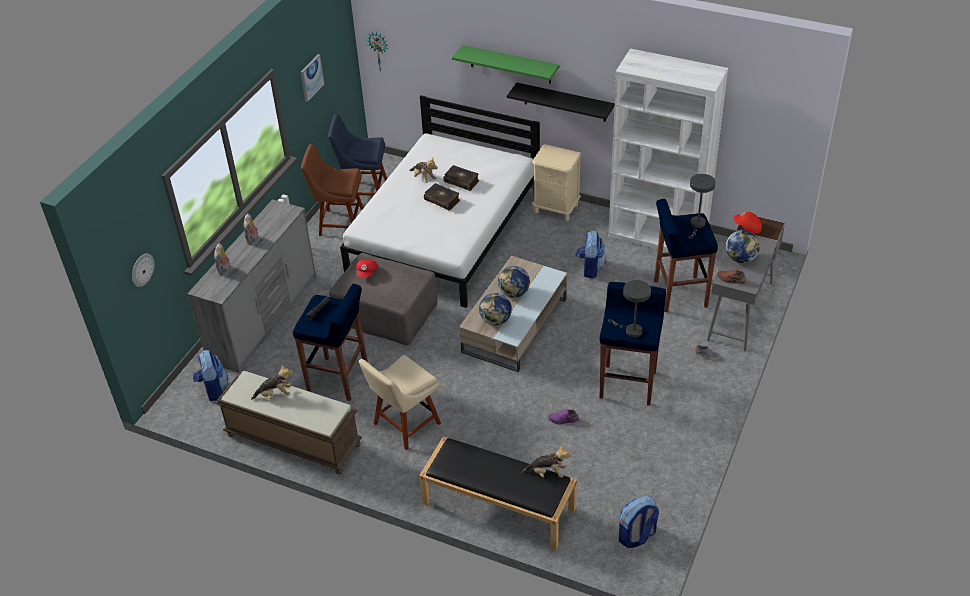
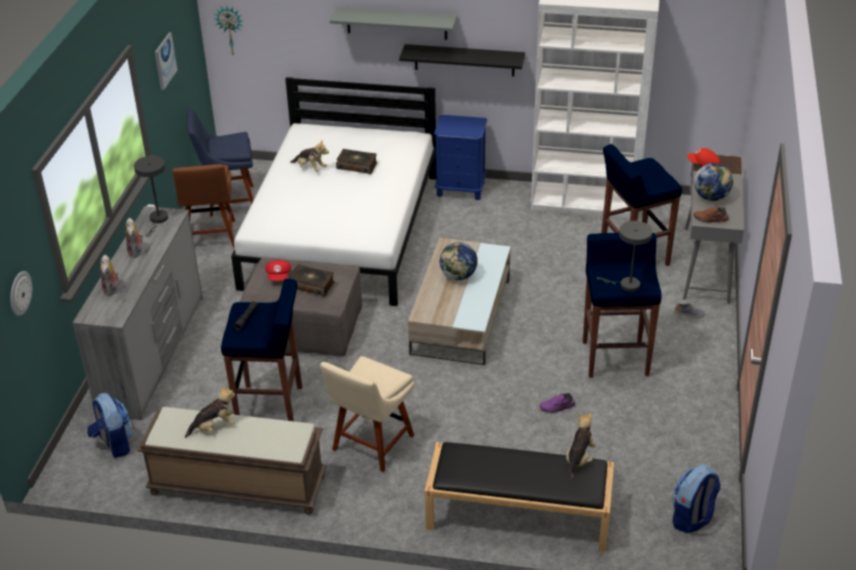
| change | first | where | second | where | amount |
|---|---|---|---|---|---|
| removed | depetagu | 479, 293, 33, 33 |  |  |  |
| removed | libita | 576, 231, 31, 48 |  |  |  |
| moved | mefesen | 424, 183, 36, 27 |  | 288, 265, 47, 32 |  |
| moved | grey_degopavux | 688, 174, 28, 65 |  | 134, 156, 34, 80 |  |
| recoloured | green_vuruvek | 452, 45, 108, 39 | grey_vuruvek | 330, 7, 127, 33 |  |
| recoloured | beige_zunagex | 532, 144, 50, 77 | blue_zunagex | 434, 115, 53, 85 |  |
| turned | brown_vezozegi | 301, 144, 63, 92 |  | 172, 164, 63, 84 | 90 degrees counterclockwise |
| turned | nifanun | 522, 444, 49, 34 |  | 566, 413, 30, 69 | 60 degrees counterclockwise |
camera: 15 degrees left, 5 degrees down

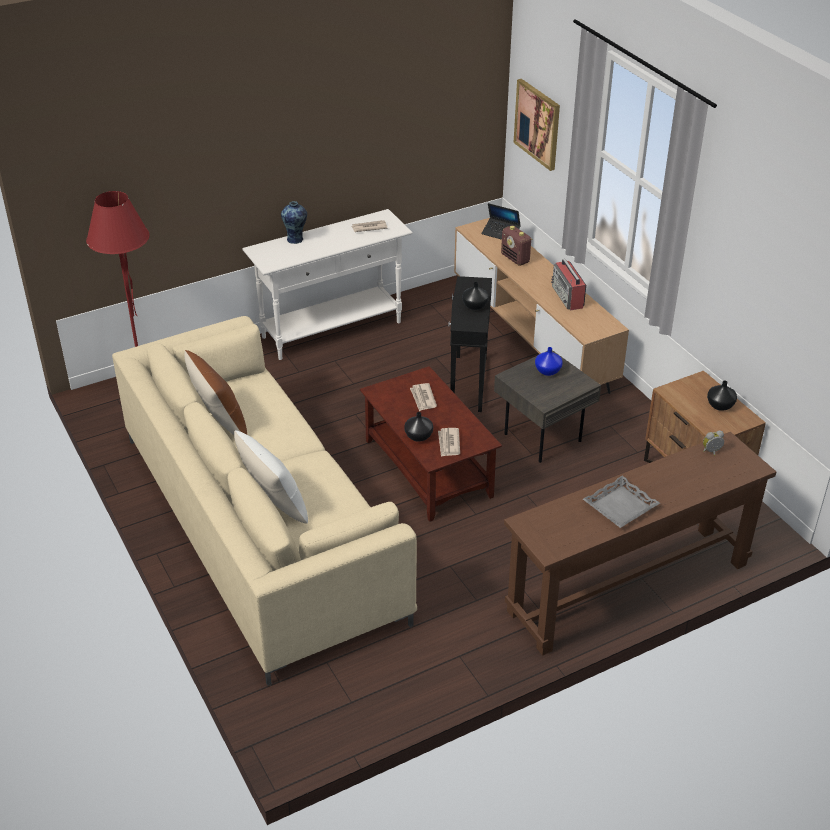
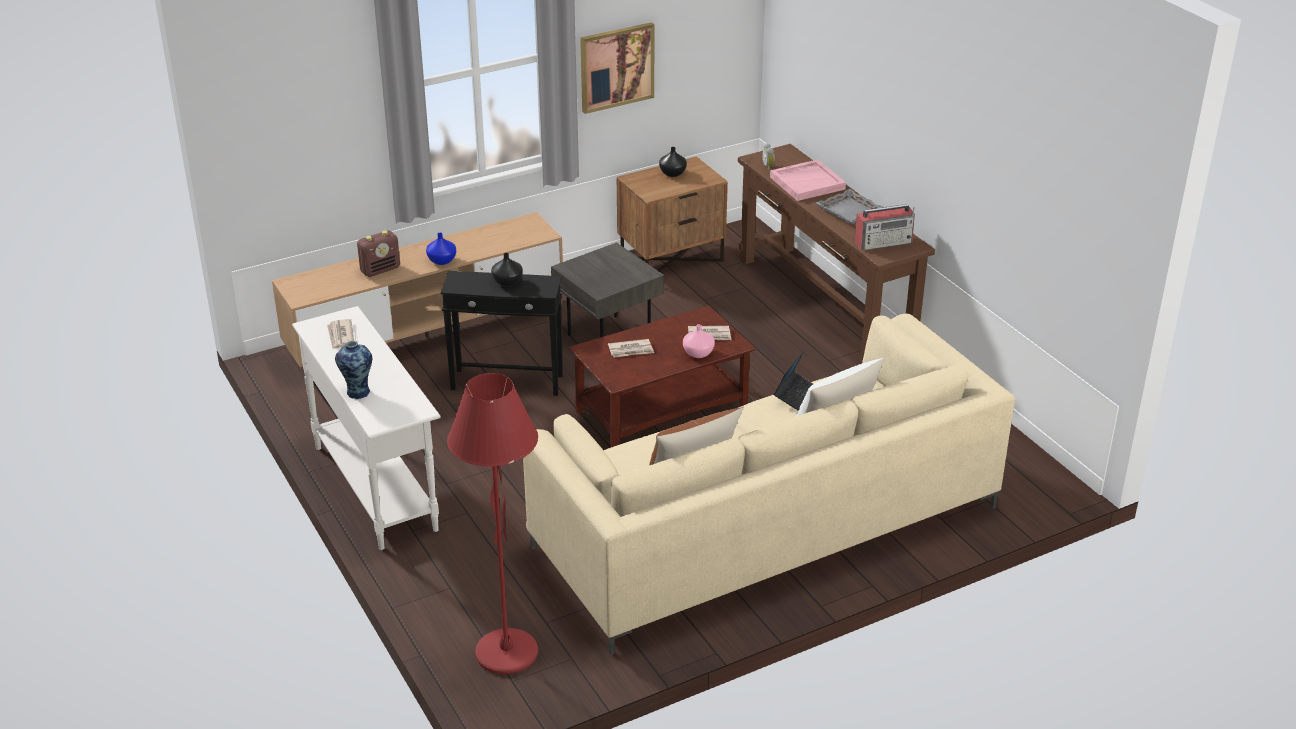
| change | first | where | second | where | amount |
|---|---|---|---|---|---|
| added |  |  | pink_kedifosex | 770, 160, 76, 41 |  |
| moved | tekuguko | 481, 203, 40, 37 |  | 774, 350, 39, 61 |  |
| moved | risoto | 514, 79, 46, 92 |  | 580, 22, 74, 92 |  |
| moved | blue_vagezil | 535, 347, 28, 29 |  | 426, 233, 30, 32 |  |
| moved | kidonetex | 551, 259, 35, 51 |  | 855, 204, 60, 46 |  |
| recoloured | black_vagezil | 404, 412, 29, 30 | pink_vagezil | 683, 324, 32, 34 |  |
camera: 90 degrees left, 5 degrees down

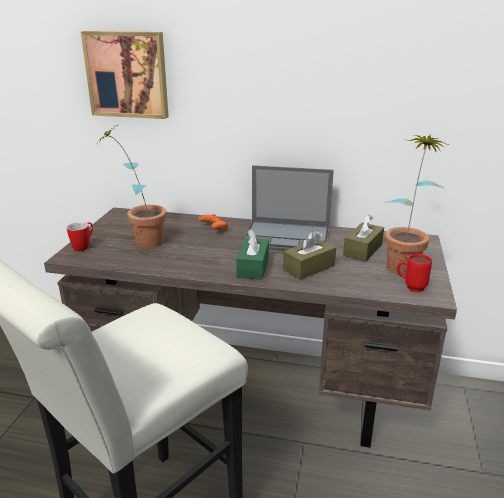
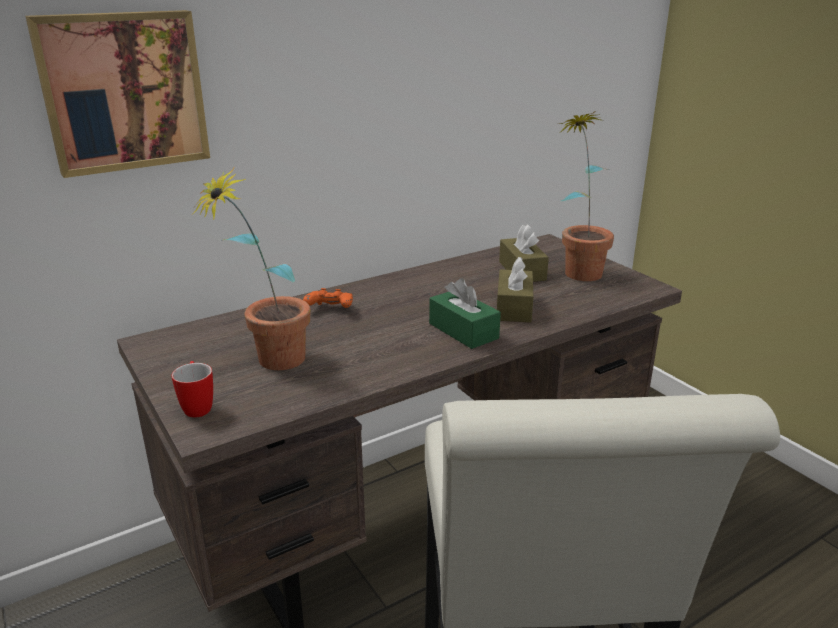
| change | first | where | second | where | amount |
|---|---|---|---|---|---|
| removed | tekuguko | 241, 165, 93, 86 |  |  |  |
| removed | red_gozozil | 397, 254, 35, 38 |  |  |  |
camera: 45 degrees left, 0 degrees up

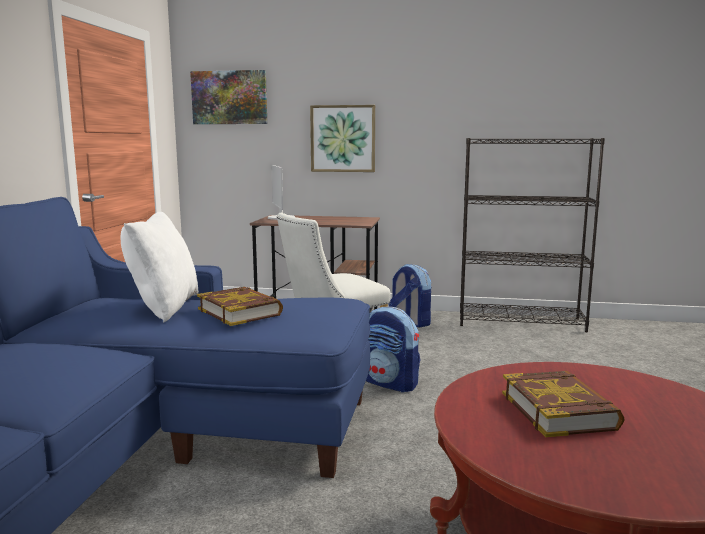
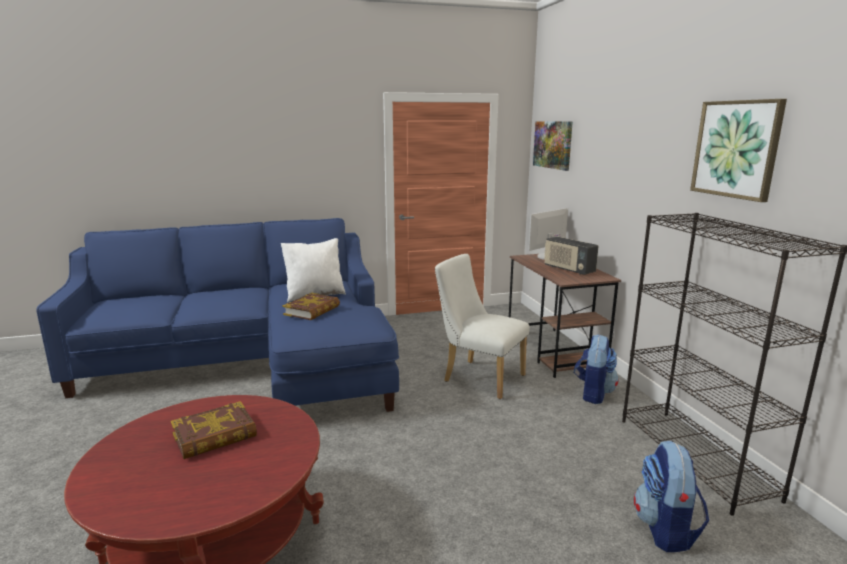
| change | first | where | second | where | amount |
|---|---|---|---|---|---|
| added |  |  | kidonetex | 544, 237, 55, 38 |  |
| moved | risoto | 310, 105, 65, 67 |  | 690, 99, 97, 103 |  |
| moved | libita | 366, 307, 54, 85 |  | 634, 441, 75, 111 |  |
camera: 65 degrees right, 5 degrees up

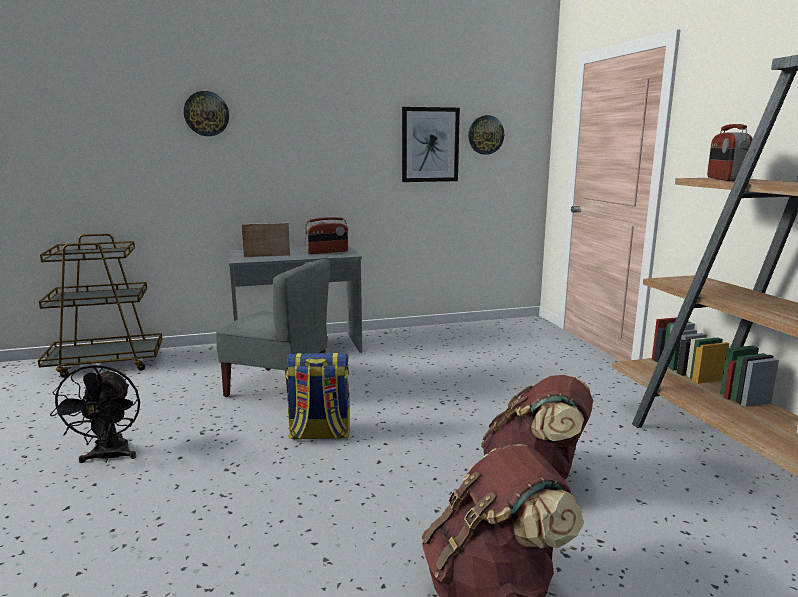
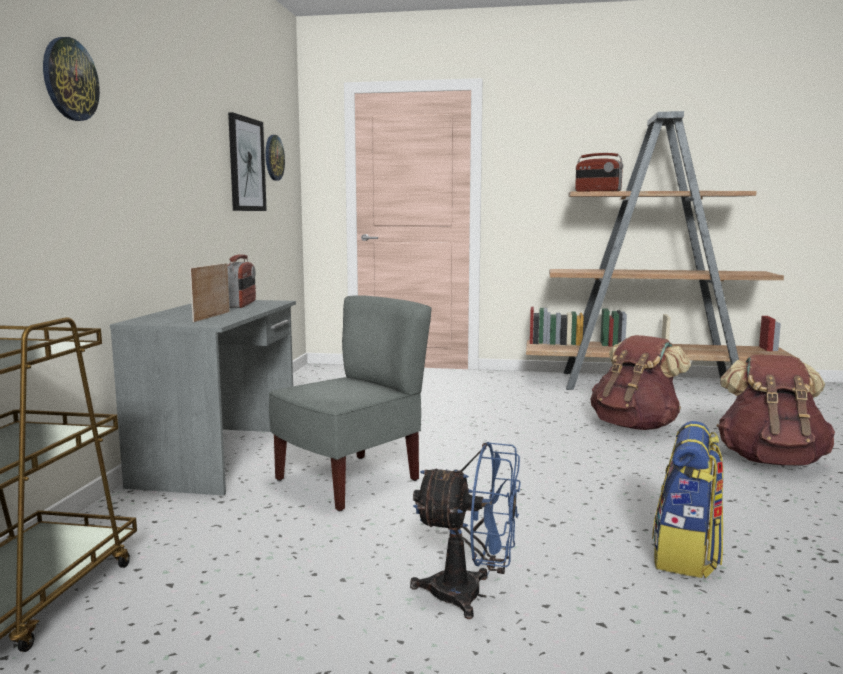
| change | first | where | second | where | amount |
|---|---|---|---|---|---|
| moved | libita | 286, 353, 64, 86 |  | 652, 421, 72, 157 |  |
| recoloured | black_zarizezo | 50, 365, 90, 98 | blue_zarizezo | 410, 442, 111, 177 |  |
camera: 65 degrees left, 5 degrees down

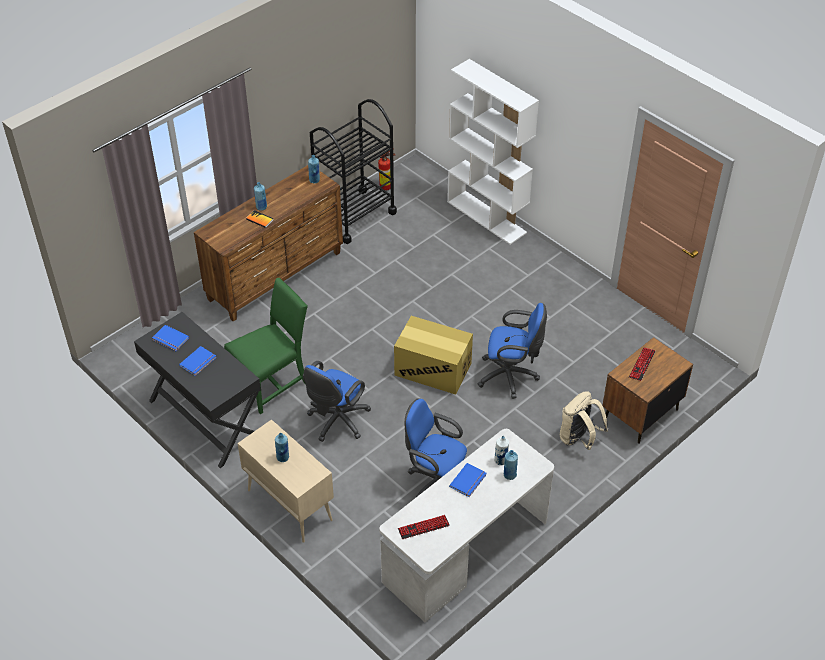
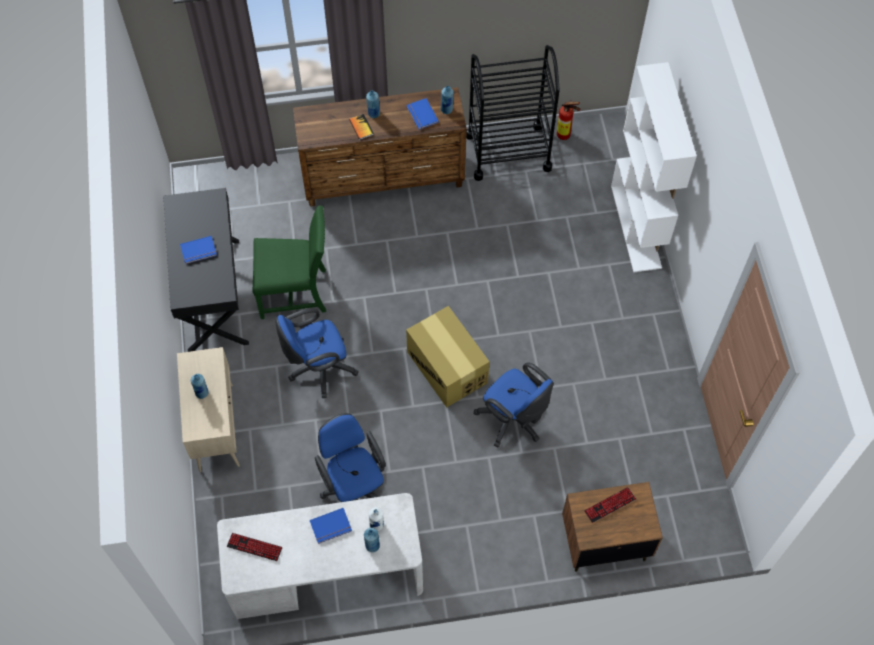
| change | first | where | second | where | amount |
|---|---|---|---|---|---|
| removed | beige_libita | 560, 391, 48, 59 |  |  |  |
| moved | blue_mefesen | 152, 325, 37, 26 |  | 407, 98, 32, 32 |  |
camera: 35 degrees right, 15 degrees up

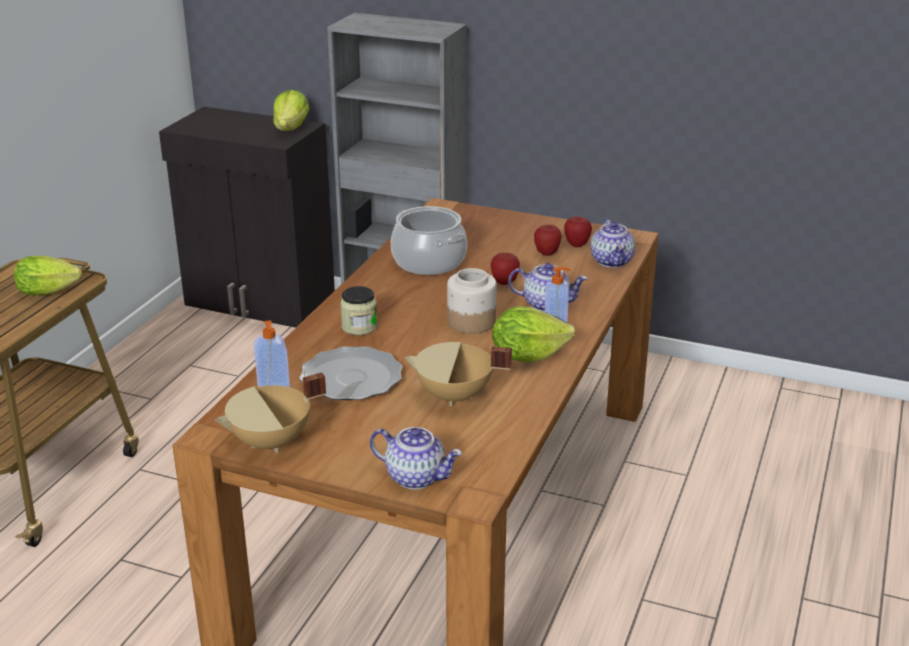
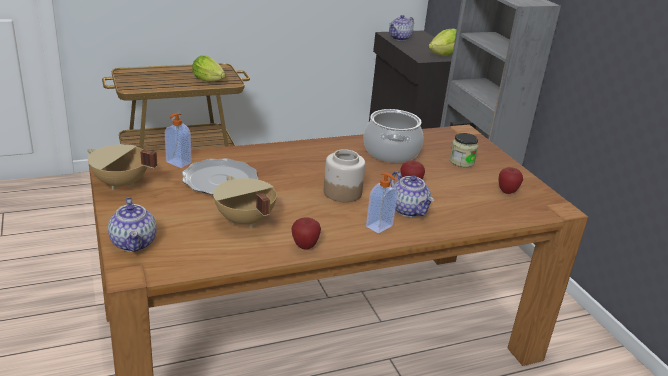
| change | first | where | second | where | amount |
|---|---|---|---|---|---|
| removed | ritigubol | 492, 306, 83, 56 |  |  |  |
| moved | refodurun | 340, 286, 37, 49 |  | 450, 133, 28, 34 |  |
| moved | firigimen | 534, 225, 27, 31 |  | 292, 217, 29, 33 |  |
| moved | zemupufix | 591, 218, 44, 50 |  | 389, 15, 25, 26 |  |
camera: 45 degrees right, 0 degrees up

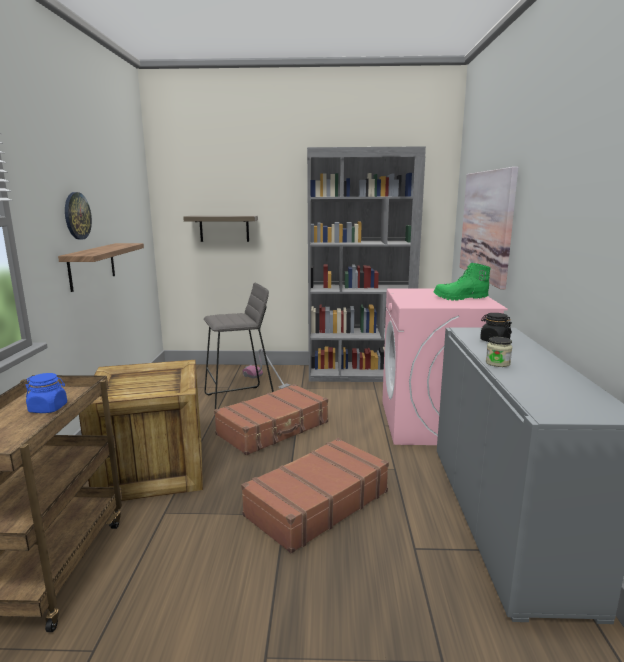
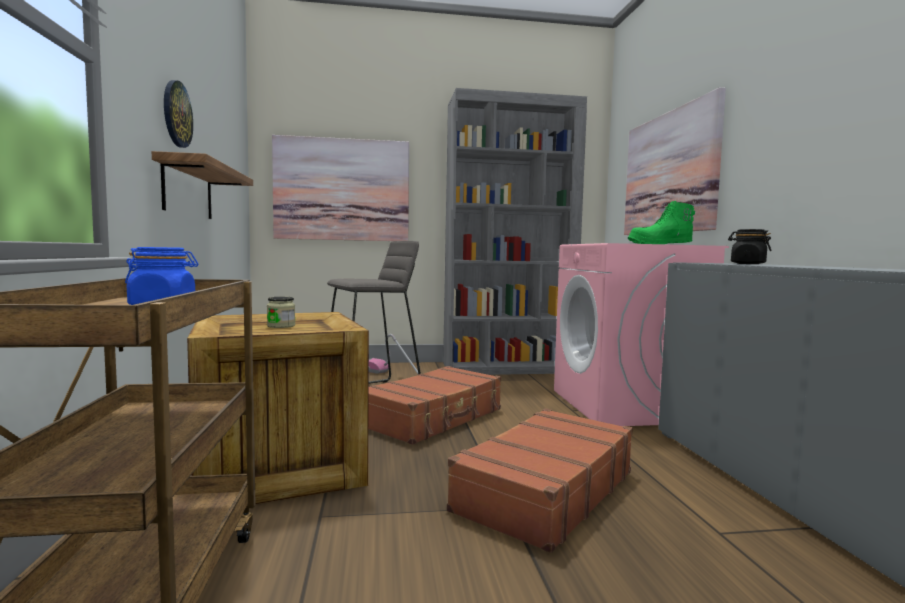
| change | first | where | second | where | amount |
|---|---|---|---|---|---|
| moved | refodurun | 486, 337, 27, 30 |  | 267, 297, 28, 31 |  |
| replaced | vuruvek | 183, 215, 75, 27 | risoto | 272, 135, 137, 106 |  |
camera: 10 degrees left, 10 degrees down

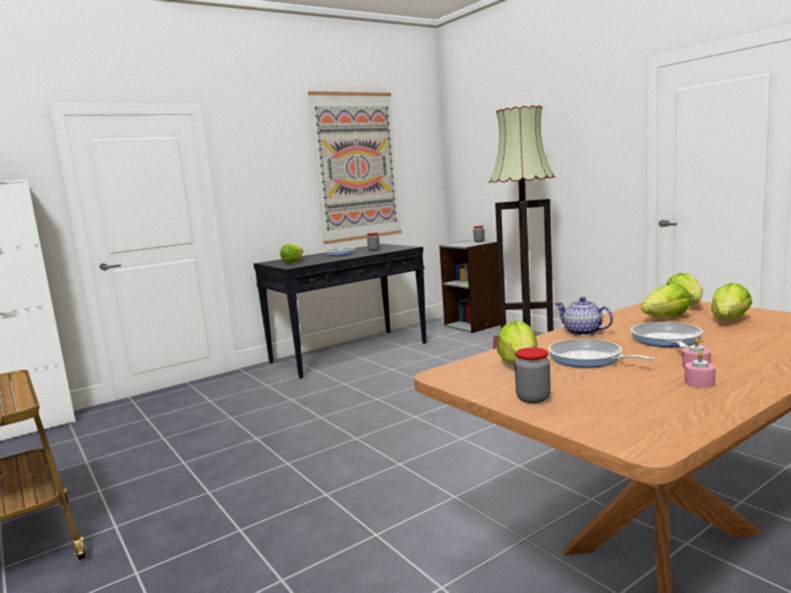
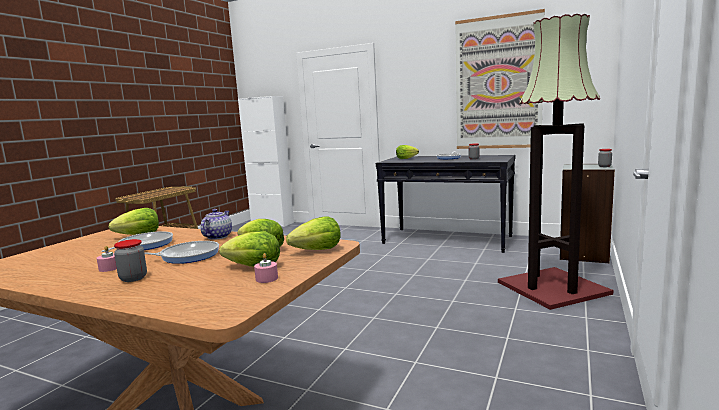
| change | first | where | second | where | amount |
|---|---|---|---|---|---|
| moved | refodurun | 515, 347, 36, 56 |  | 114, 239, 33, 43 |  |
| moved | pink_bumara | 685, 352, 31, 36 |  | 254, 253, 24, 30 |  |
camera: 60 degrees right, 0 degrees up

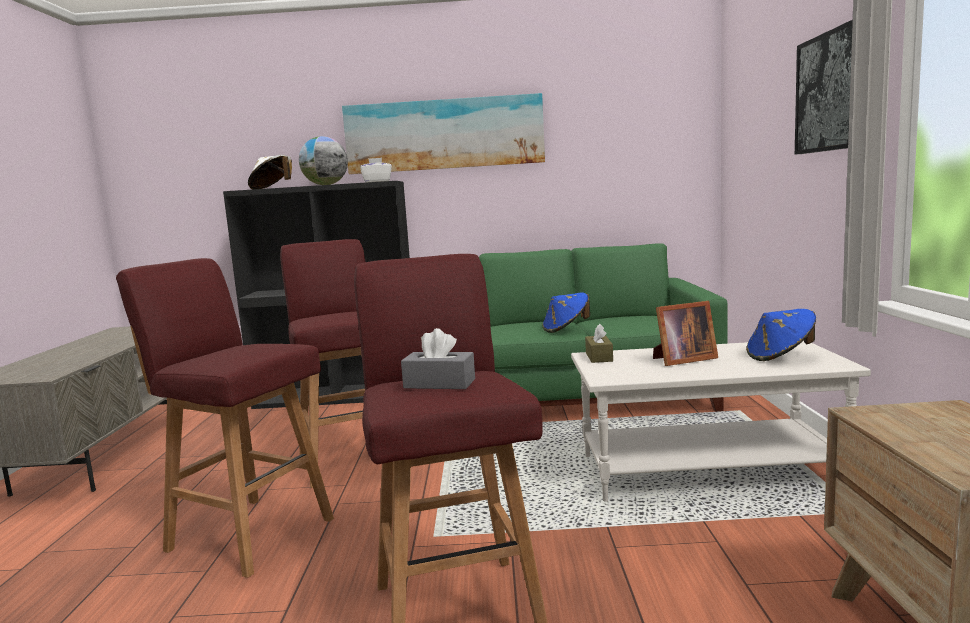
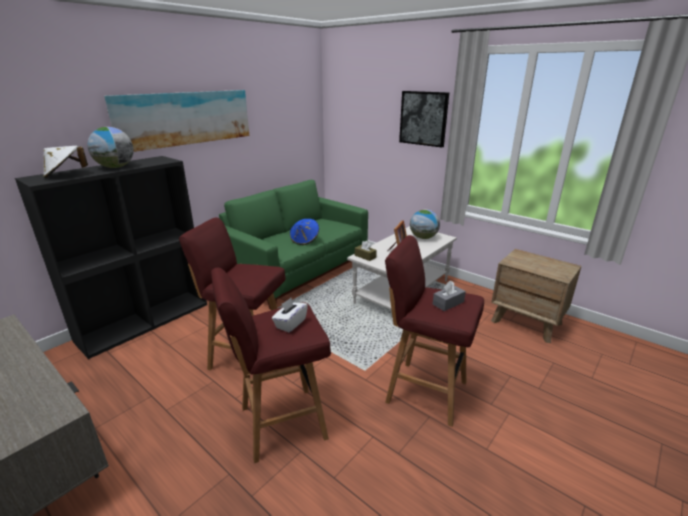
| change | first | where | second | where | amount |
|---|---|---|---|---|---|
| moved | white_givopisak | 360, 157, 32, 26 |  | 272, 298, 36, 34 |  |
| replaced | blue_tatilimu | 746, 309, 70, 52 | depetagu | 410, 209, 30, 30 |  |
camera: 50 degrees left, 15 degrees up

